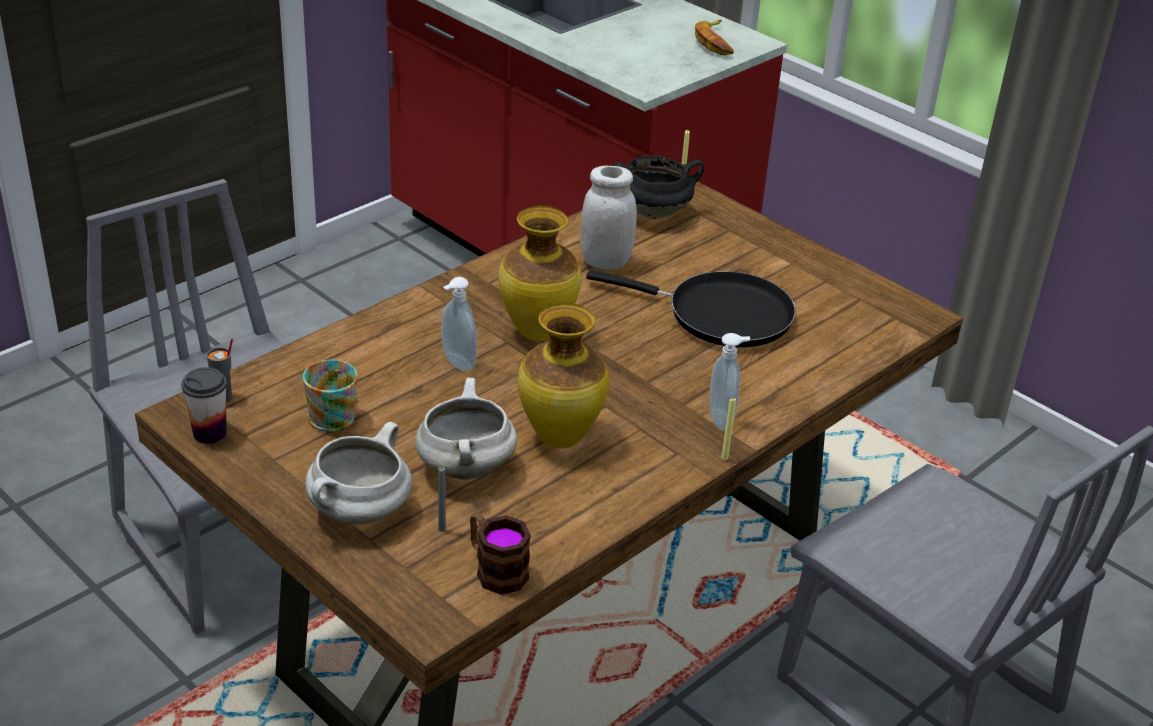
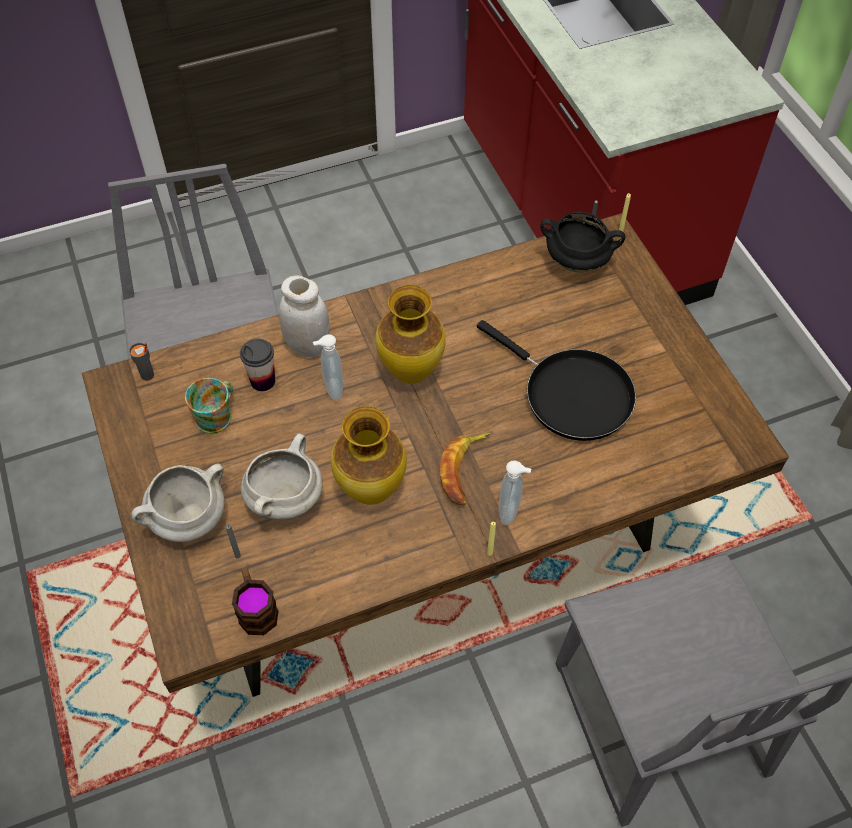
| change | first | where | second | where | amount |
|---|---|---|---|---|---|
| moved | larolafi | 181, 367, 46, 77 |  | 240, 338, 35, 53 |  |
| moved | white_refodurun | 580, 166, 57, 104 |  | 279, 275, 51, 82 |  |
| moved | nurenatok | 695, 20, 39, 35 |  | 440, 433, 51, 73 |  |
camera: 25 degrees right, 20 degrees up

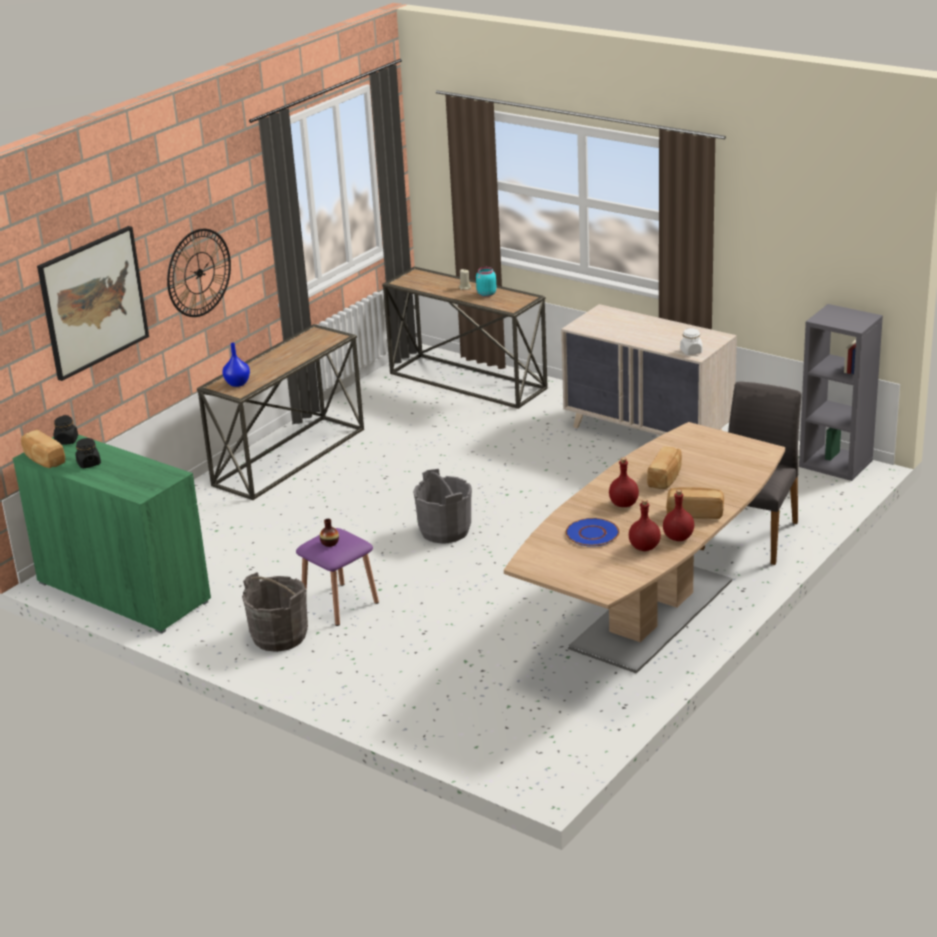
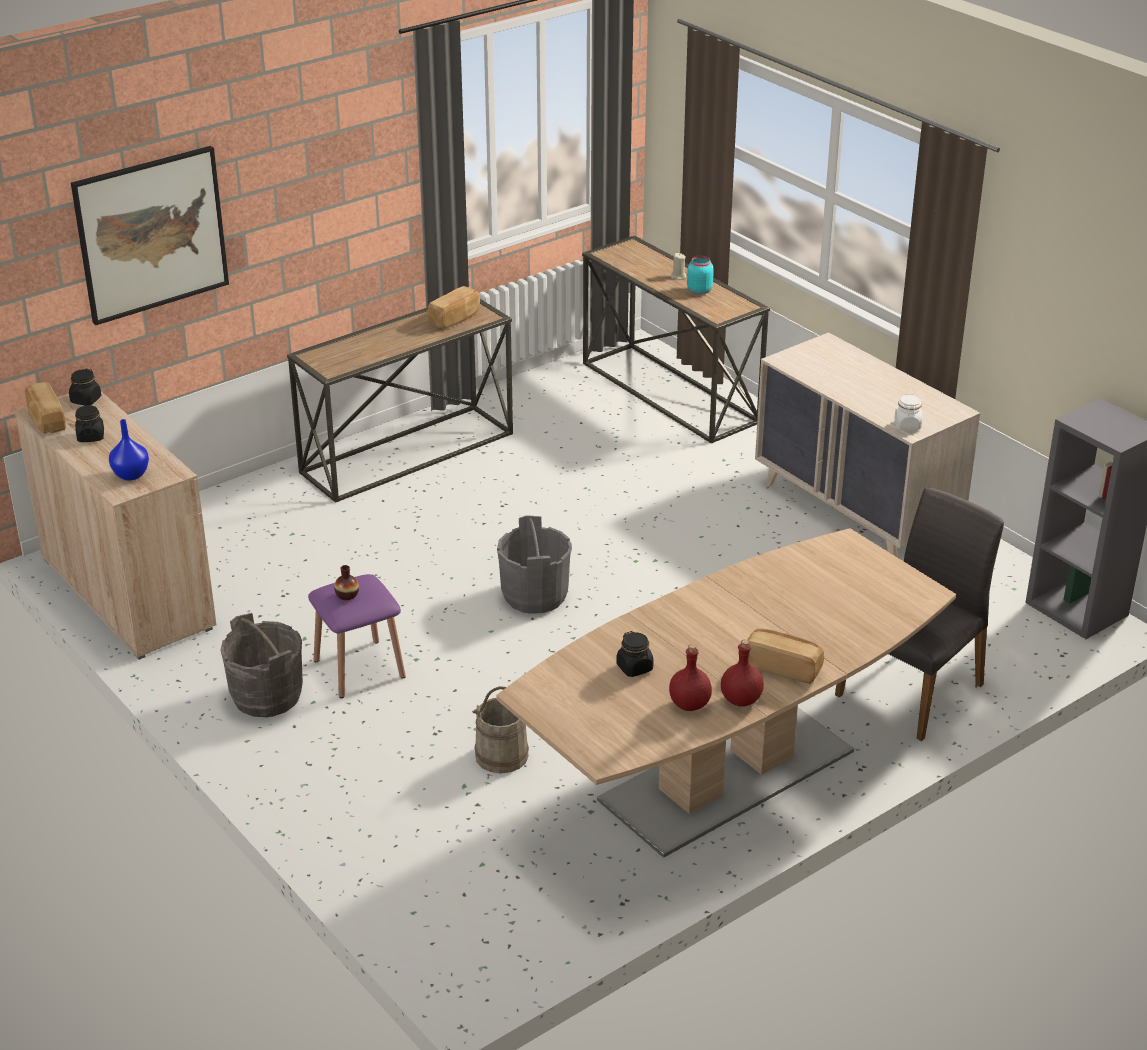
| change | first | where | second | where | amount |
|---|---|---|---|---|---|
| removed | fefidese | 167, 229, 64, 88 |  |  |  |
| removed | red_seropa | 609, 457, 30, 50 |  |  |  |
| added |  |  | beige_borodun | 472, 686, 57, 87 |  |
| moved | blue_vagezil | 222, 343, 28, 44 |  | 109, 419, 40, 62 |  |
| moved | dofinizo | 647, 446, 35, 43 |  | 427, 286, 53, 43 |  |
| replaced | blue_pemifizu | 566, 518, 53, 29 | black_refodurun | 616, 631, 38, 46 |  |
| recoloured | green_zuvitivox | 12, 434, 199, 200 | beige_zuvitivox | 14, 392, 202, 268 |  |
camera: 15 degrees right, 5 degrees up

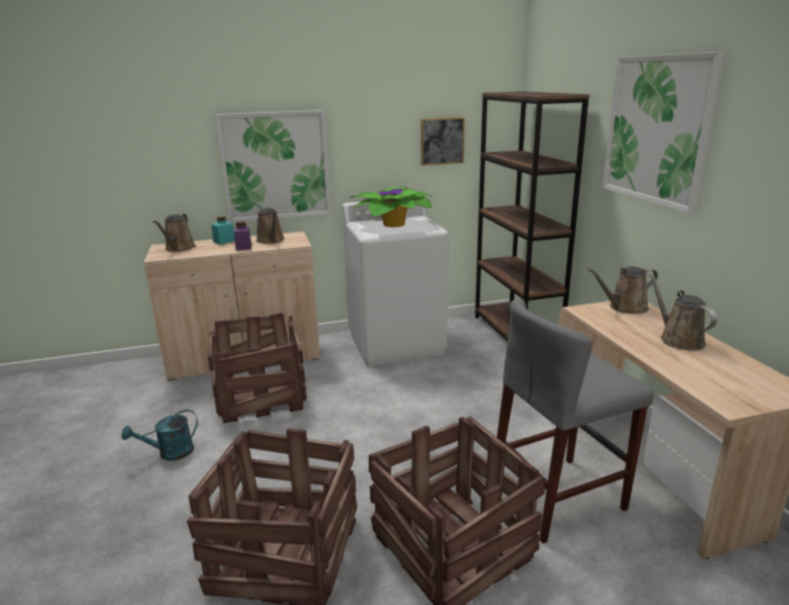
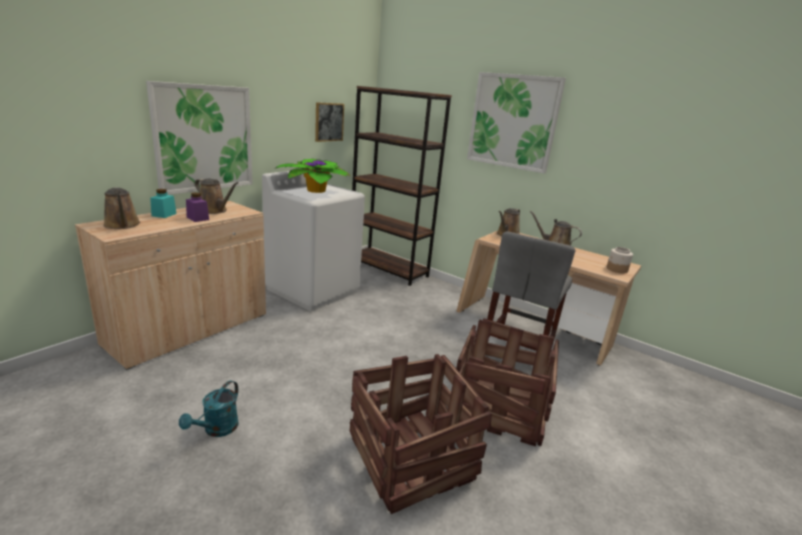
| change | first | where | second | where | amount |
|---|---|---|---|---|---|
| removed | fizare | 208, 313, 99, 110 |  |  |  |
| added |  |  | refodurun | 607, 247, 26, 26 |  |
camera: 40 degrees left, 0 degrees up

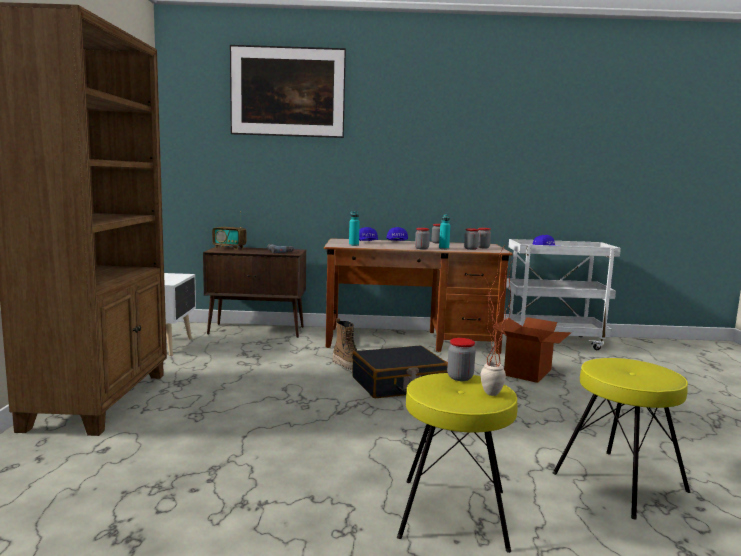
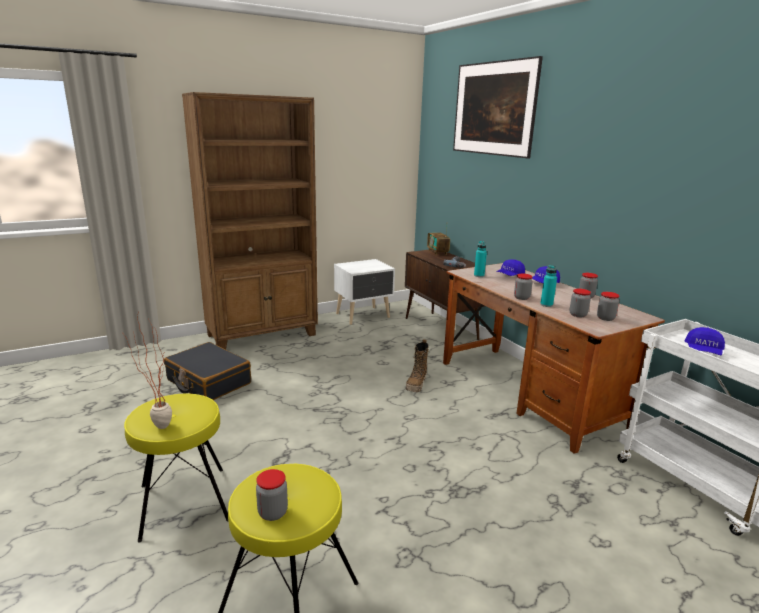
| change | first | where | second | where | amount |
|---|---|---|---|---|---|
| removed | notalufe | 492, 317, 80, 66 |  |  |  |
| moved | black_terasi | 352, 346, 96, 52 |  | 164, 342, 87, 58 |  |
| moved | refodurun | 447, 338, 29, 43 |  | 256, 469, 32, 52 |  |
camera: 60 degrees right, 10 degrees up

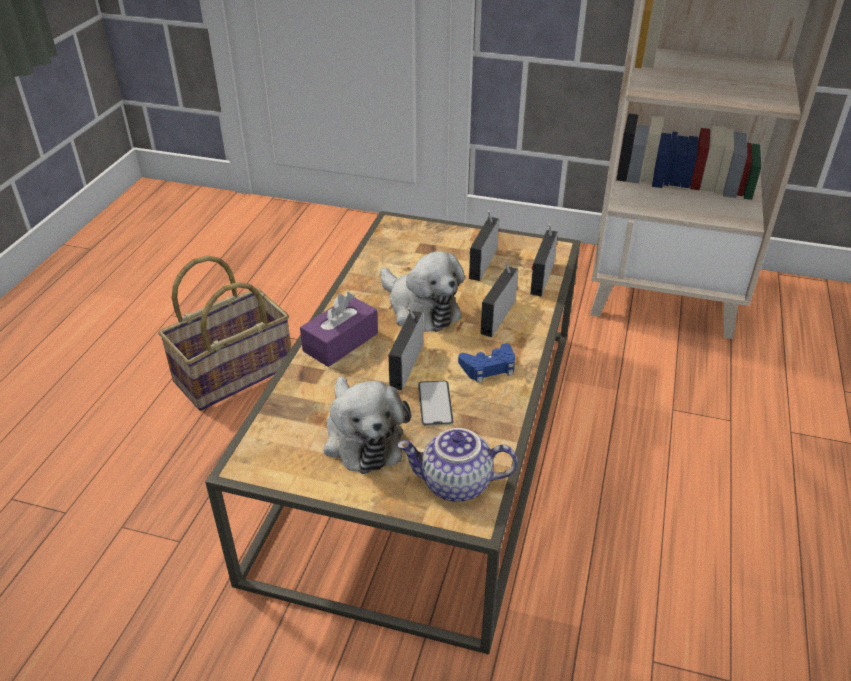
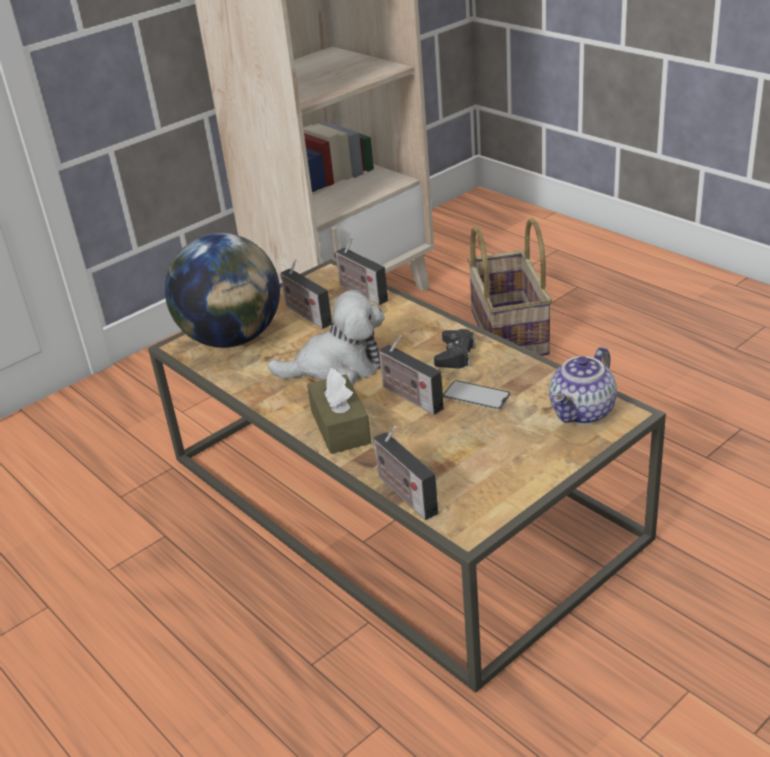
| change | first | where | second | where | amount |
|---|---|---|---|---|---|
| removed | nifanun | 323, 376, 88, 98 |  |  |  |
| added |  |  | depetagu | 165, 233, 115, 115 |  |
| moved | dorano | 158, 255, 133, 156 |  | 467, 218, 85, 138 |  |
| moved | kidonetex | 480, 261, 38, 76 |  | 373, 426, 65, 94 |  |
| recoloured | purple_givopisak | 300, 292, 78, 75 | brown_givopisak | 307, 368, 64, 86 |  |
| recoloured | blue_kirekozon | 458, 343, 57, 40 | black_kirekozon | 434, 329, 42, 40 |  |
camera: 55 degrees left, 5 degrees down

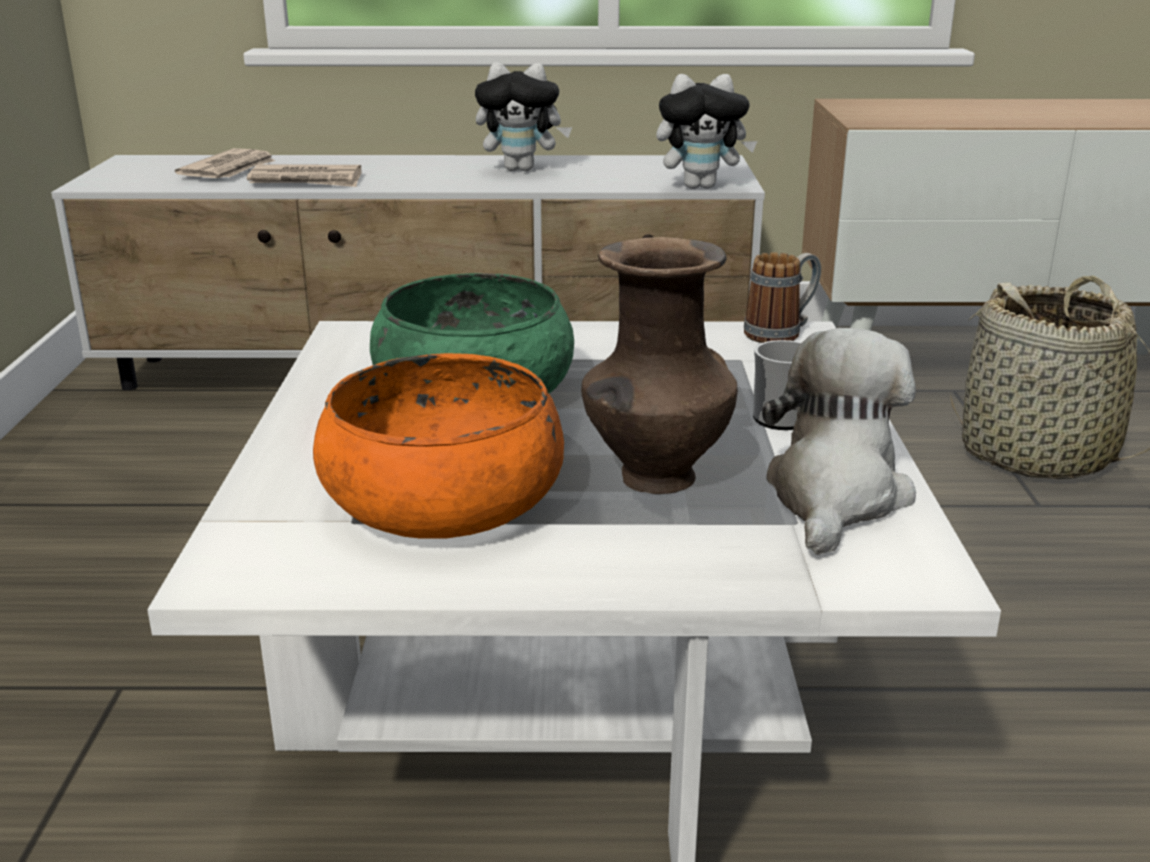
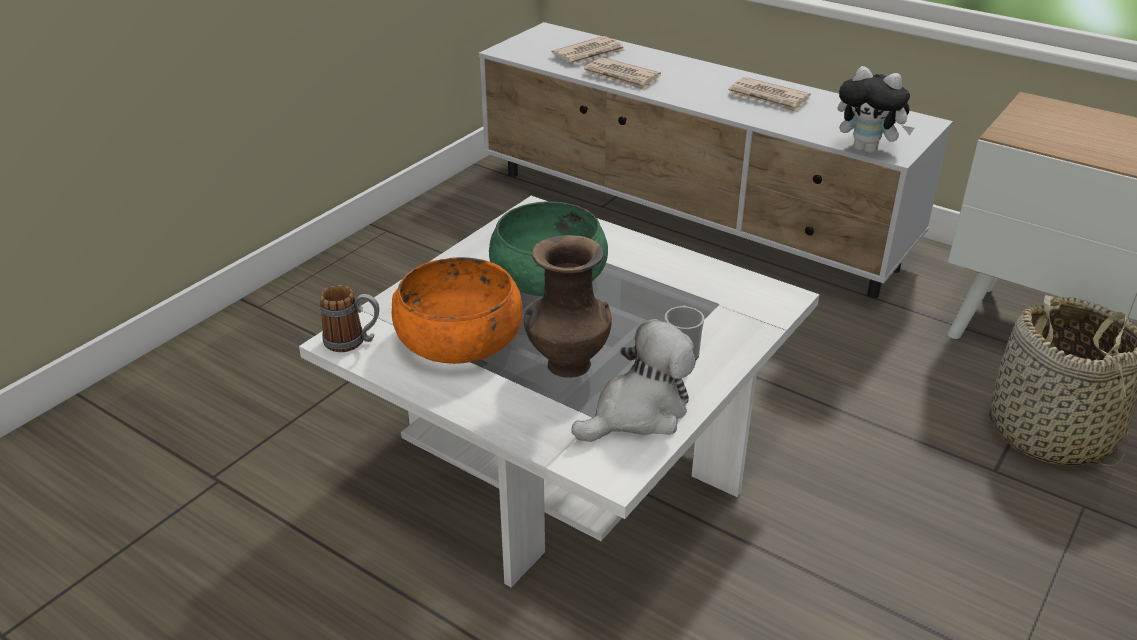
| change | first | where | second | where | amount |
|---|---|---|---|---|---|
| moved | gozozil | 744, 252, 77, 91 |  | 320, 285, 59, 67 |  |
| replaced | nifanun | 475, 62, 97, 109 | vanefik | 728, 77, 83, 36 |  |
camera: 35 degrees right, 10 degrees up

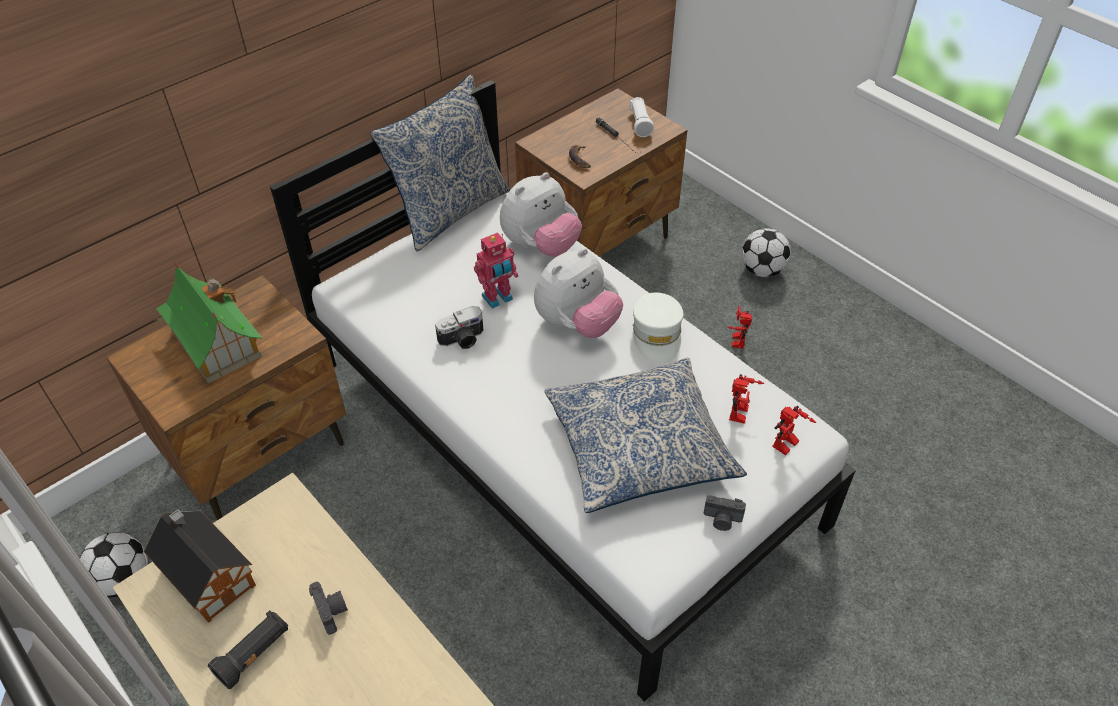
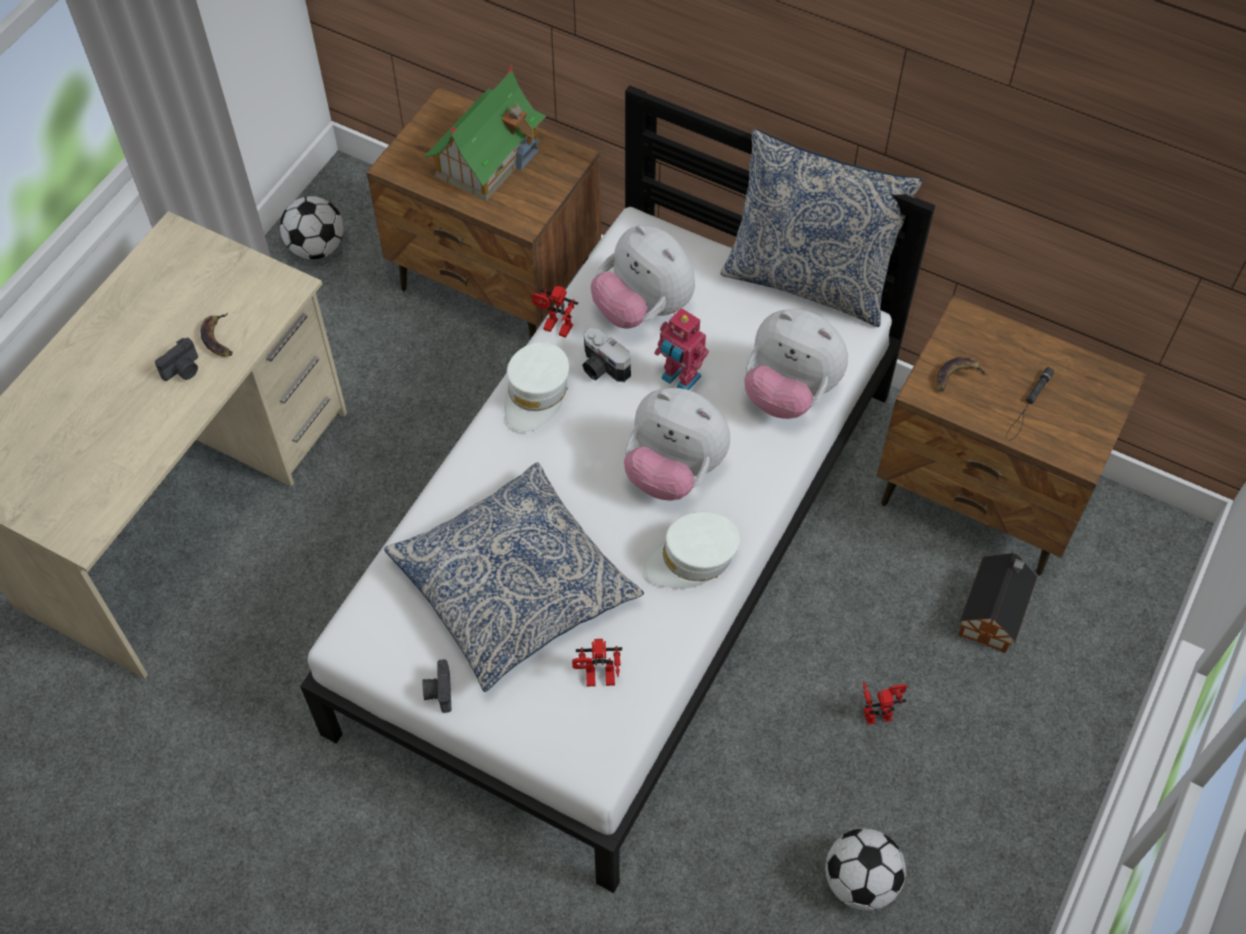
| change | first | where | second | where | amount |
|---|---|---|---|---|---|
| removed | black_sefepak | 208, 610, 80, 79 |  |  |  |
| removed | white_sefepak | 630, 97, 24, 40 |  |  |  |
| added |  |  | nurenatok | 201, 313, 31, 43 |  |
| added |  |  | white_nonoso | 504, 342, 65, 90 |  |
| added |  |  | nifanun | 591, 225, 104, 104 |  |
| moved | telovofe | 144, 509, 112, 114 |  | 958, 553, 80, 100 |  |
| moved | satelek | 741, 228, 50, 49 |  | 825, 829, 81, 82 |  |
| moved | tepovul | 772, 406, 44, 49 |  | 532, 286, 46, 52 |  |
camera: 70 degrees right, 10 degrees up

